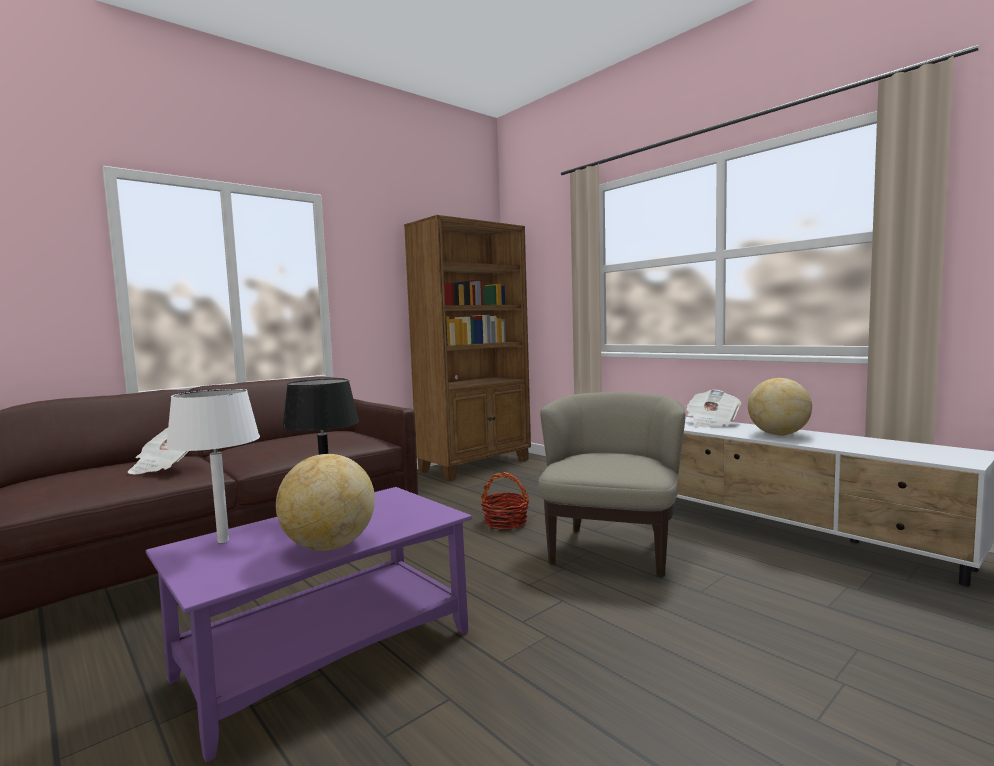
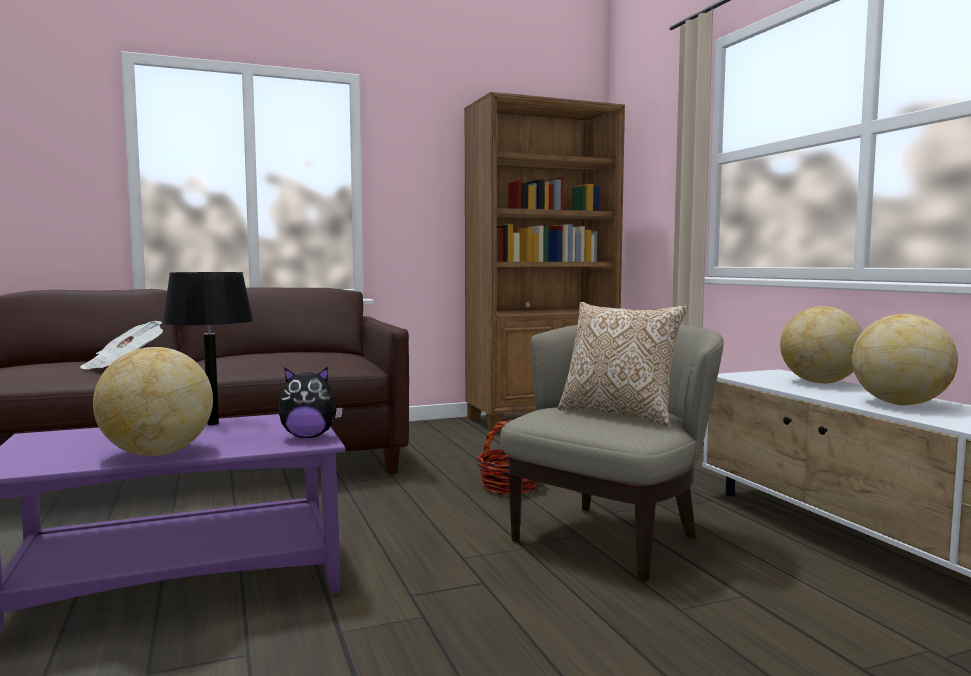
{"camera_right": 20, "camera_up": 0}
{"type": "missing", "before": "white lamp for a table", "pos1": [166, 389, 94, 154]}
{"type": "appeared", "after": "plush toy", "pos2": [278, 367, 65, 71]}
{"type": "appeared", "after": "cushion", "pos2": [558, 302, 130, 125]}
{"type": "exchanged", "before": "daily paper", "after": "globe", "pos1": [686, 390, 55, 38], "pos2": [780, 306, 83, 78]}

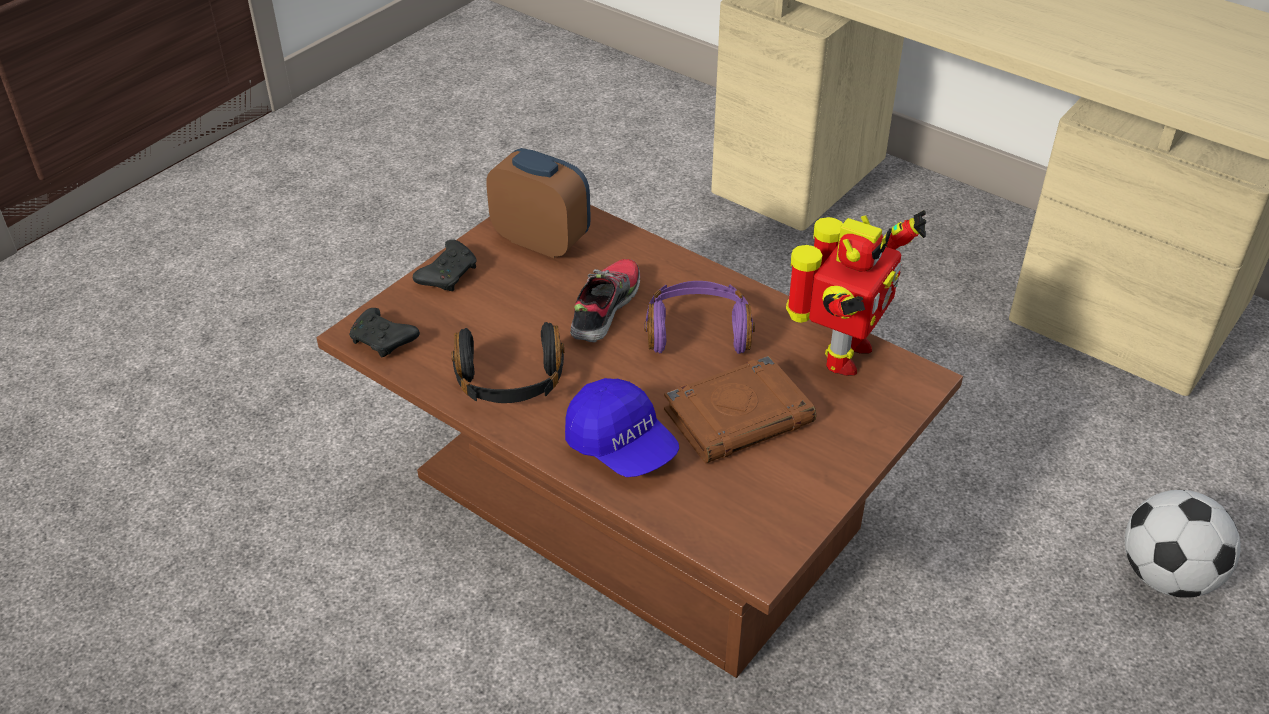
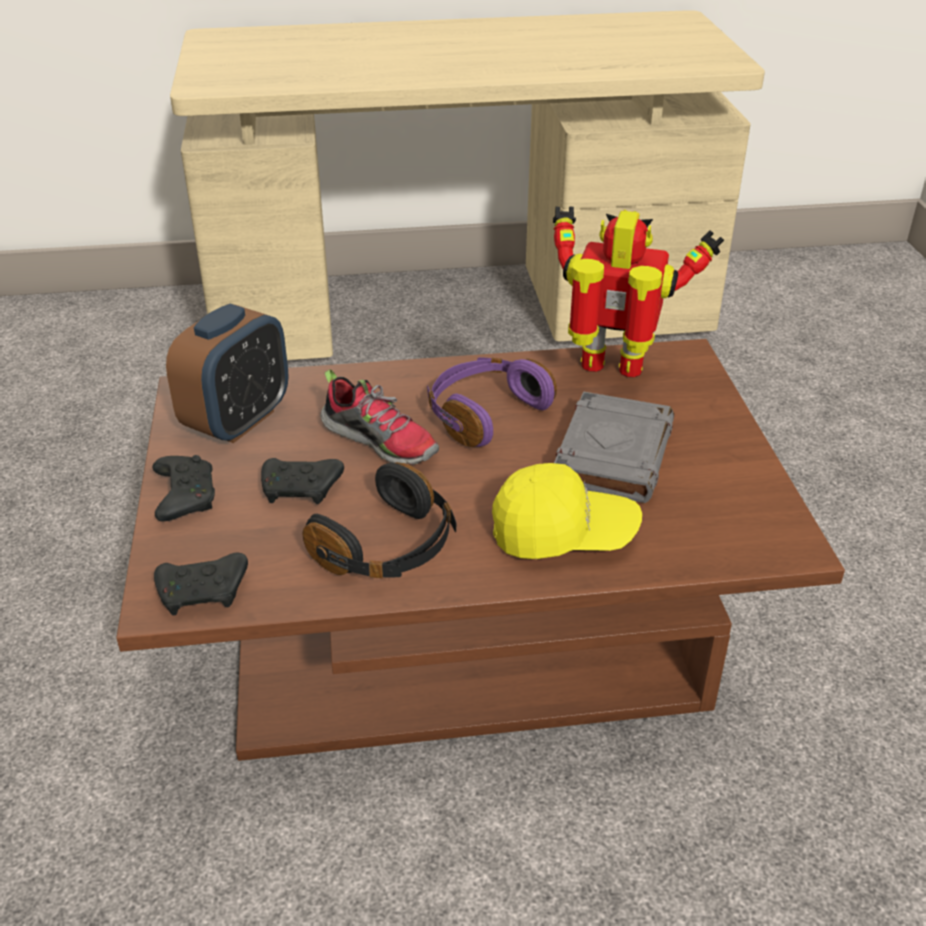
{"camera_right": -45, "camera_up": -5}
{"type": "missing", "before": "ball for football", "pos1": [1125, 490, 116, 108]}
{"type": "appeared", "after": "blackish gamepad", "pos2": [261, 458, 83, 46]}
{"type": "colour", "before": "bluish peaked cap", "after": "yellowish peaked cap", "pos1": [565, 378, 114, 99], "pos2": [492, 463, 150, 96]}
{"type": "colour", "before": "brown-coloured book", "after": "grey book", "pos1": [664, 355, 152, 108], "pos2": [554, 391, 120, 112]}
{"type": "spun", "before": "alarm clock", "pos1": [486, 148, 105, 110], "pos2": [166, 304, 123, 139], "turn": 135}
{"type": "spun", "before": "low shoe", "pos1": [570, 259, 70, 83], "pos2": [320, 369, 119, 96], "turn": 150}
{"type": "spun", "before": "toy robot", "pos1": [786, 210, 140, 166], "pos2": [553, 207, 171, 170], "turn": -60}

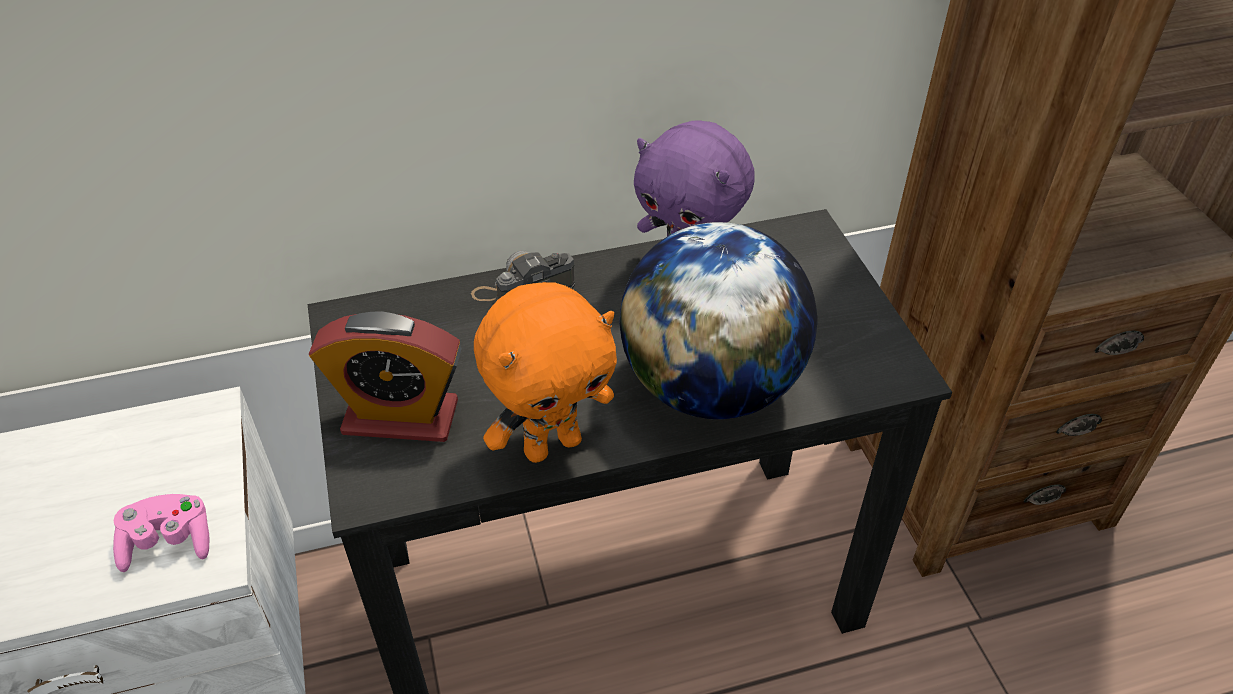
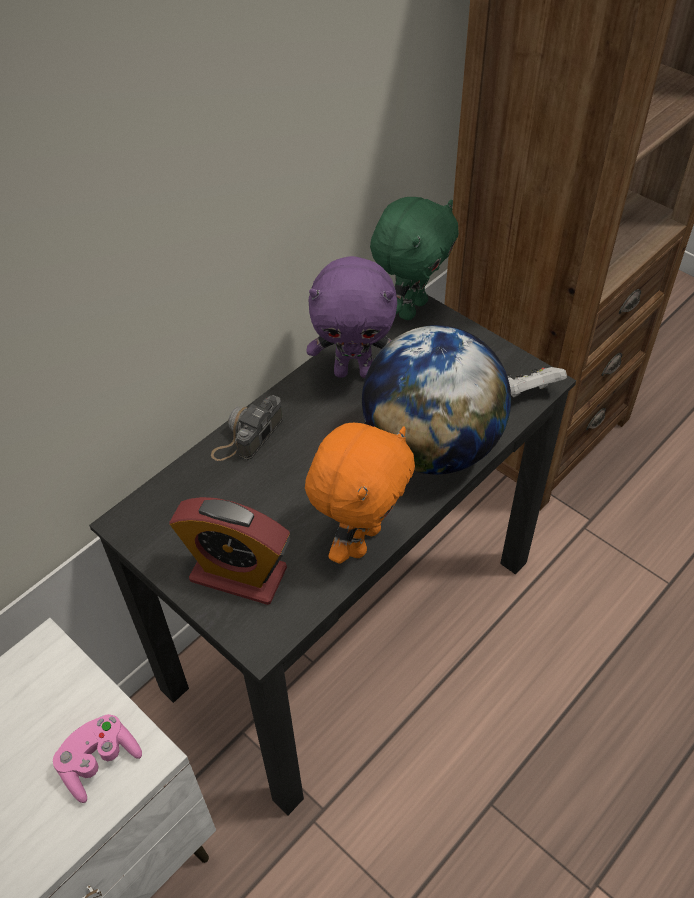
{"camera_right": -30, "camera_up": 5}
{"type": "appeared", "after": "greenish plush toy", "pos2": [370, 197, 89, 123]}
{"type": "appeared", "after": "white gamepad", "pos2": [507, 367, 60, 31]}
{"type": "spun", "before": "alarm clock", "pos1": [309, 311, 153, 131], "pos2": [169, 497, 121, 108], "turn": 45}

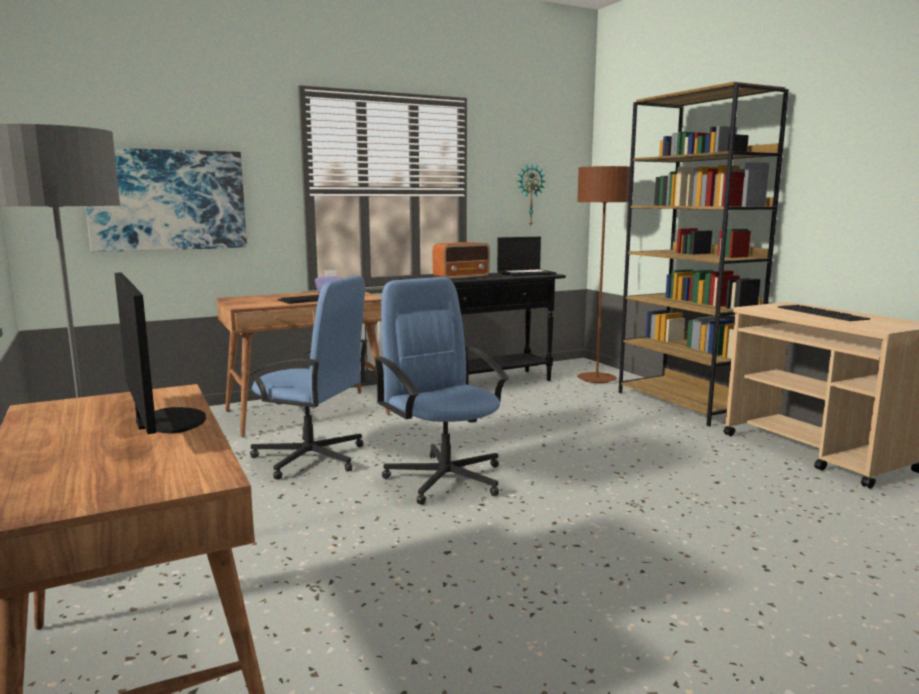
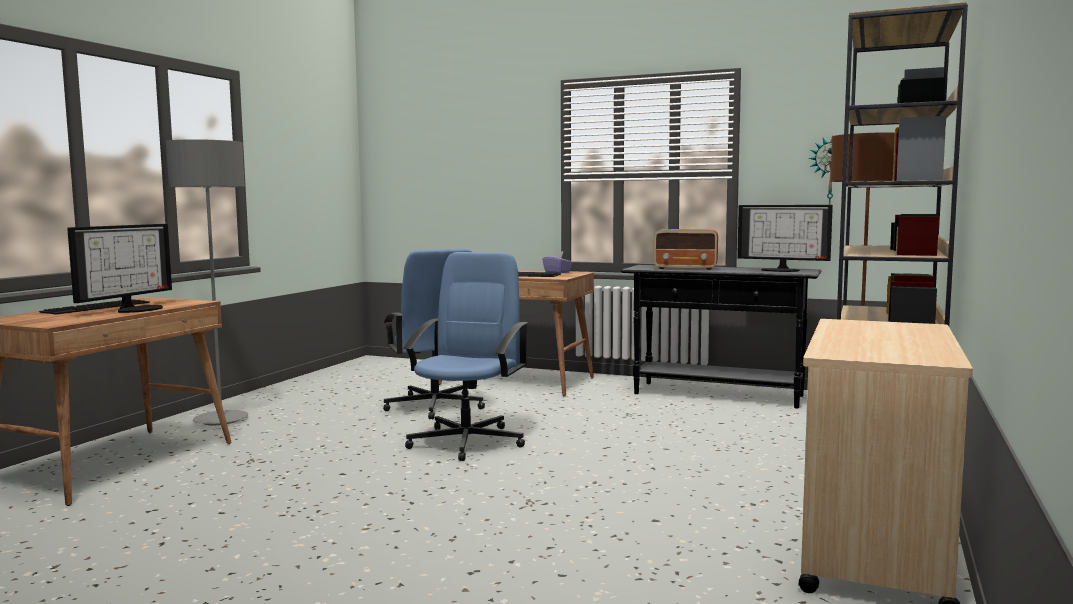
{"camera_right": 50, "camera_up": -5}
{"type": "missing", "before": "wall picture", "pos1": [85, 148, 162, 104]}
{"type": "relocated", "before": "PC keyboard", "pos1": [778, 305, 92, 16], "pos2": [39, 299, 111, 15]}
{"type": "exchanged", "before": "laptop", "after": "computer display", "pos1": [497, 237, 59, 39], "pos2": [737, 205, 96, 67]}

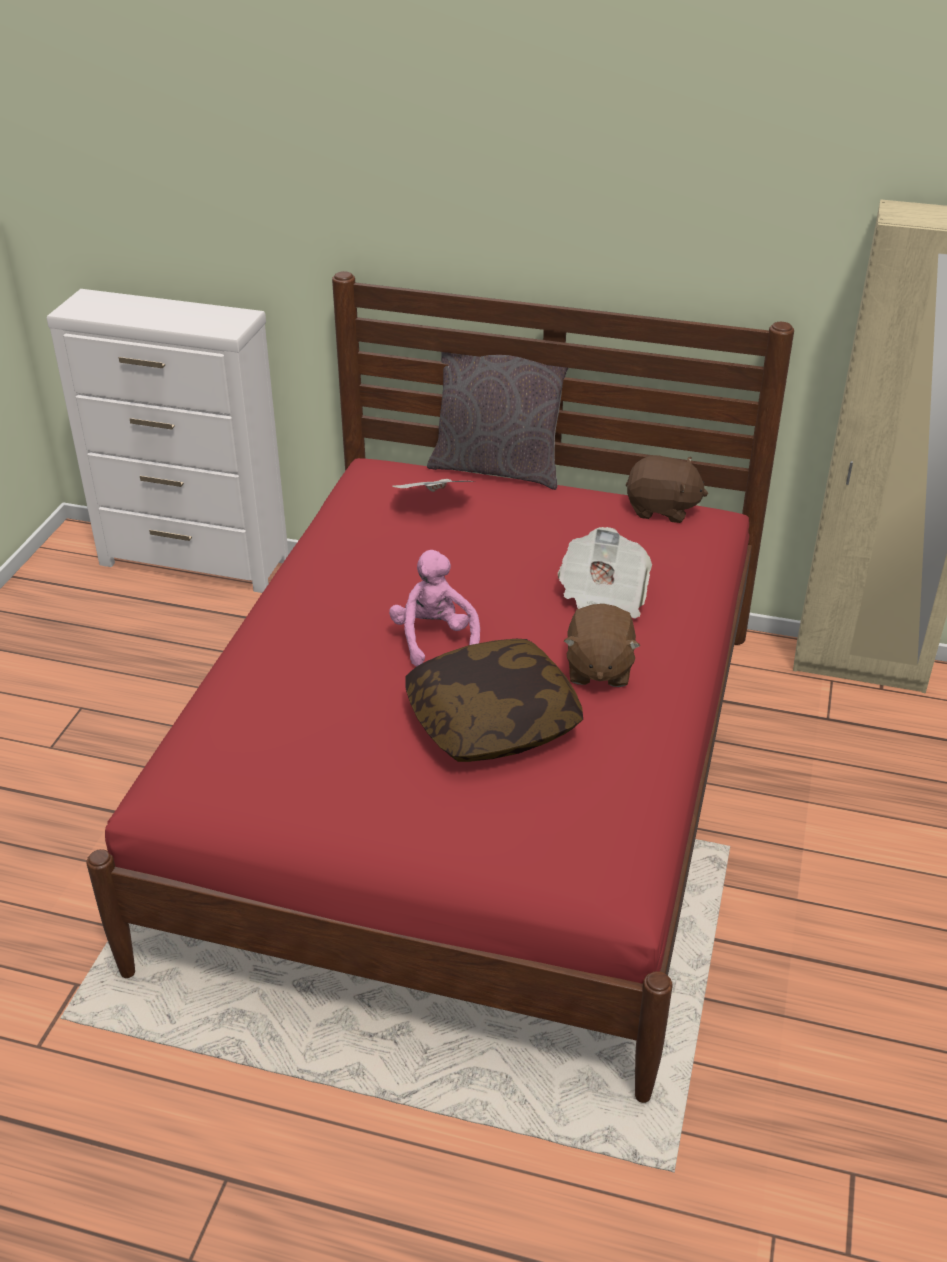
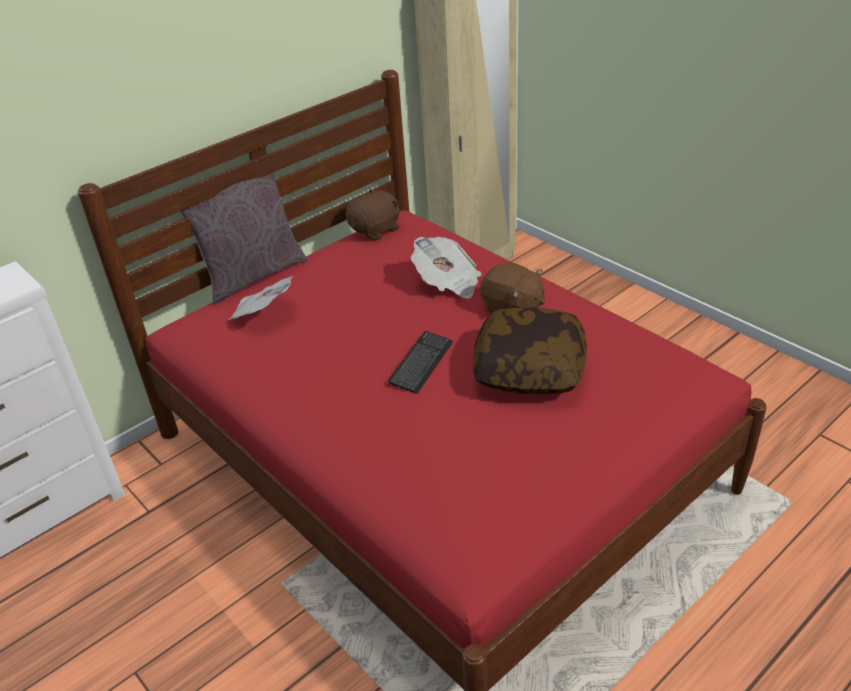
{"camera_right": -55, "camera_up": 0}
{"type": "exchanged", "before": "pinkish plush toy", "after": "PC keyboard", "pos1": [389, 550, 91, 116], "pos2": [388, 331, 65, 63]}

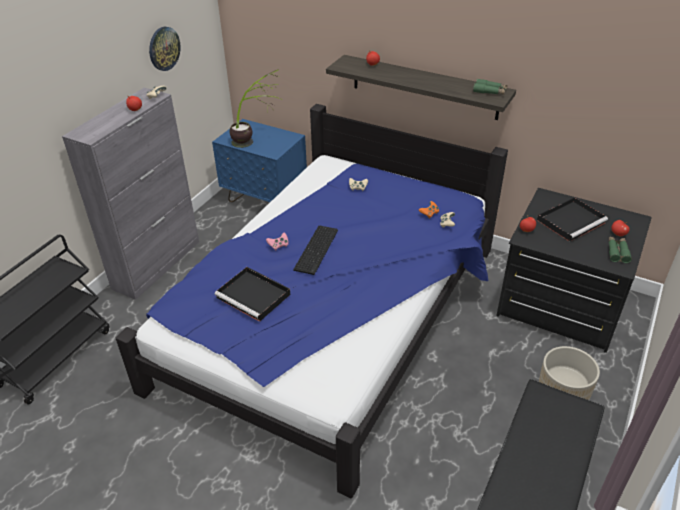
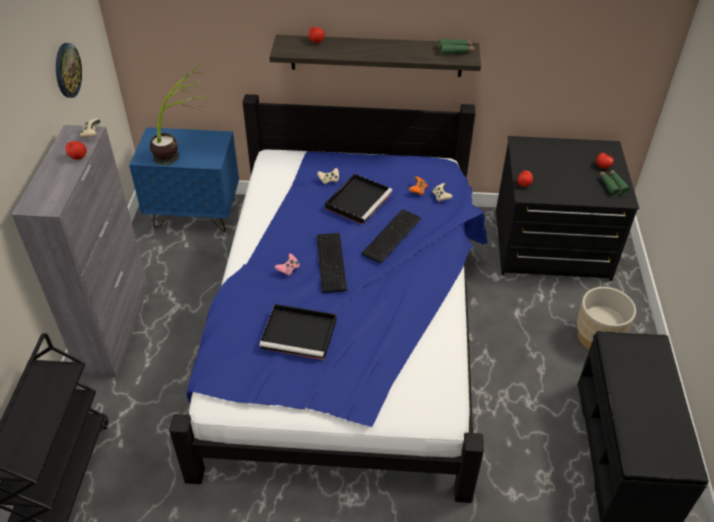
{"camera_right": -25, "camera_up": 5}
{"type": "appeared", "after": "PC keyboard", "pos2": [361, 210, 60, 53]}
{"type": "relocated", "before": "blackish tray", "pos1": [537, 197, 71, 45], "pos2": [325, 174, 67, 51]}

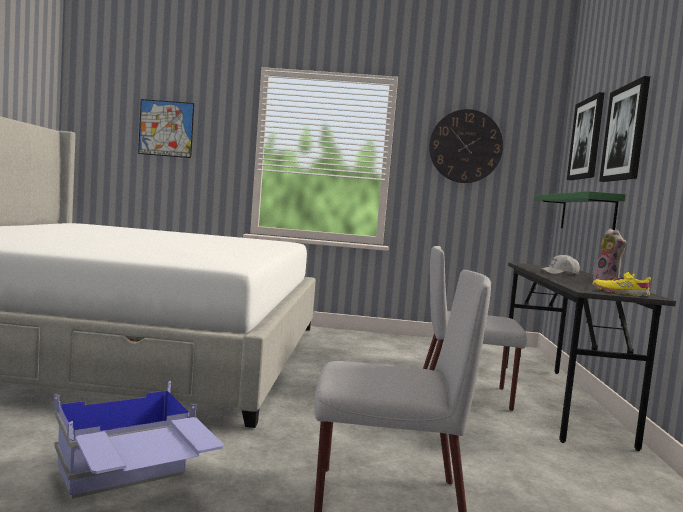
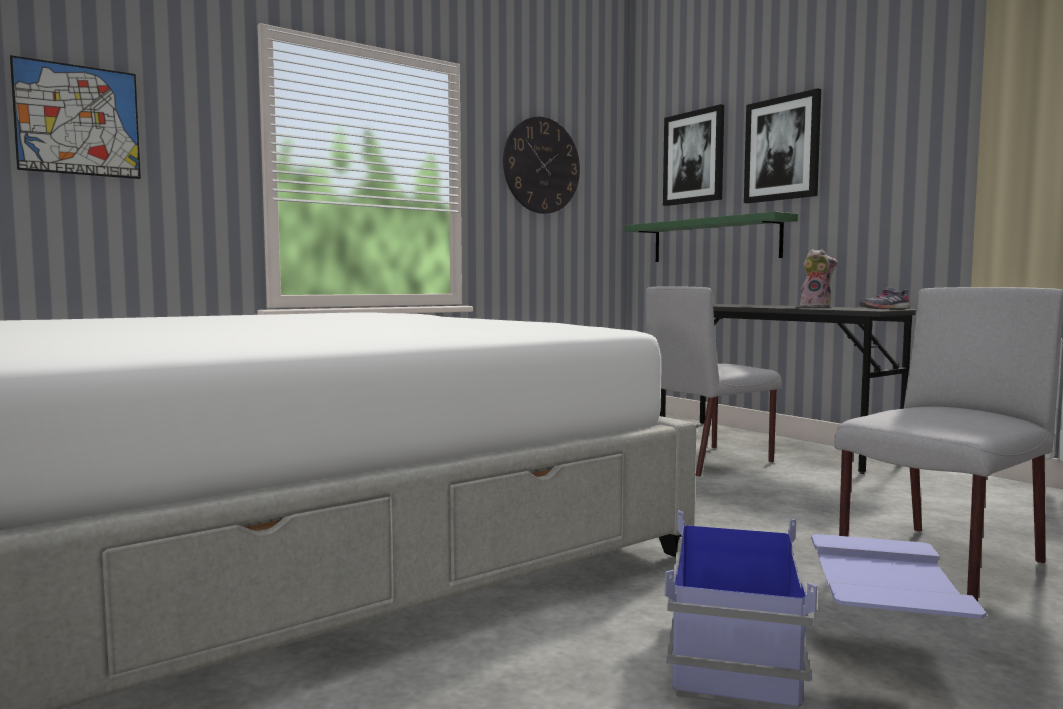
{"camera_right": -40, "camera_up": 0}
{"type": "missing", "before": "white peaked cap", "pos1": [539, 254, 41, 20]}
{"type": "colour", "before": "yellowish low shoe", "after": "grey low shoe", "pos1": [592, 272, 59, 24], "pos2": [860, 287, 50, 22]}

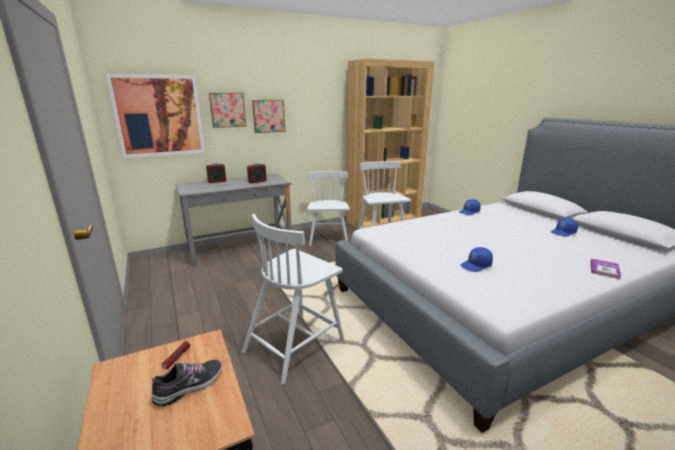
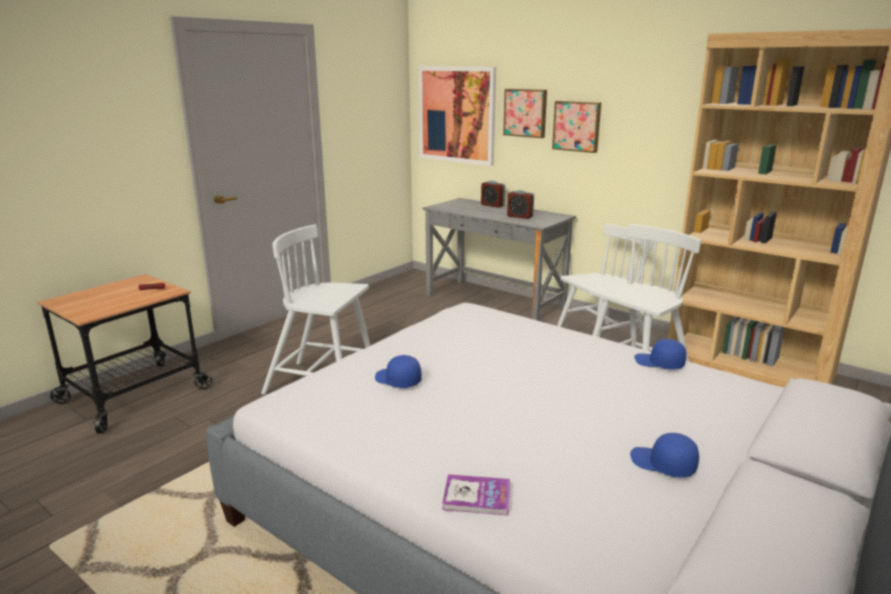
{"camera_right": 65, "camera_up": 0}
{"type": "missing", "before": "low shoe", "pos1": [151, 360, 71, 46]}

